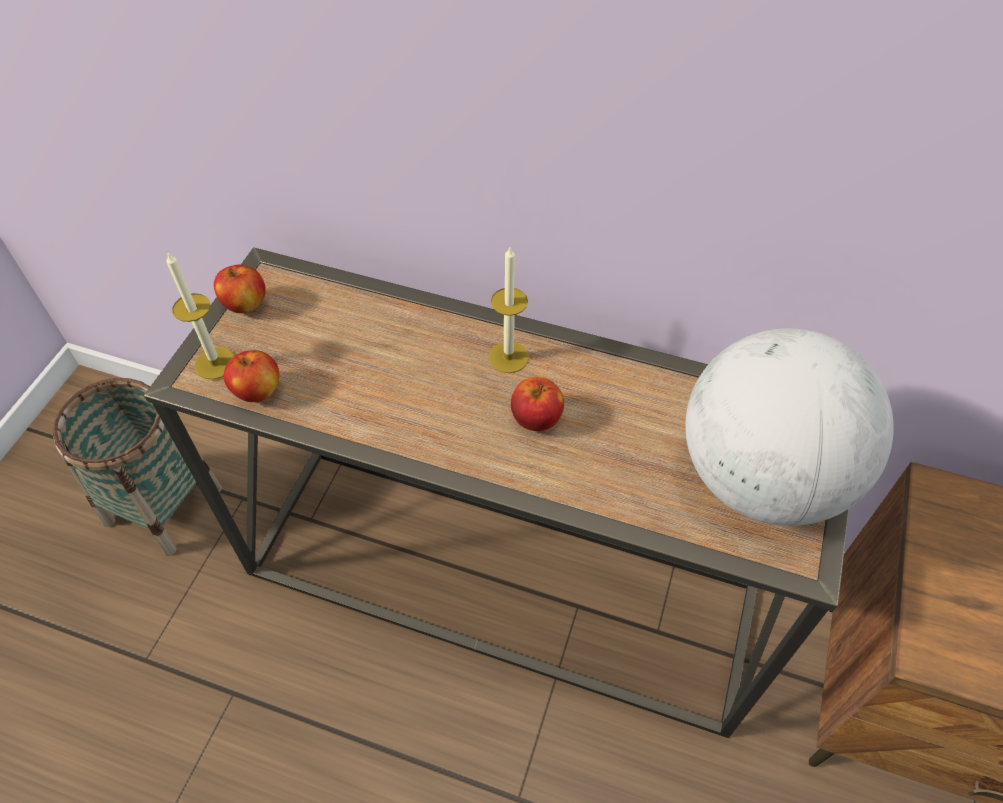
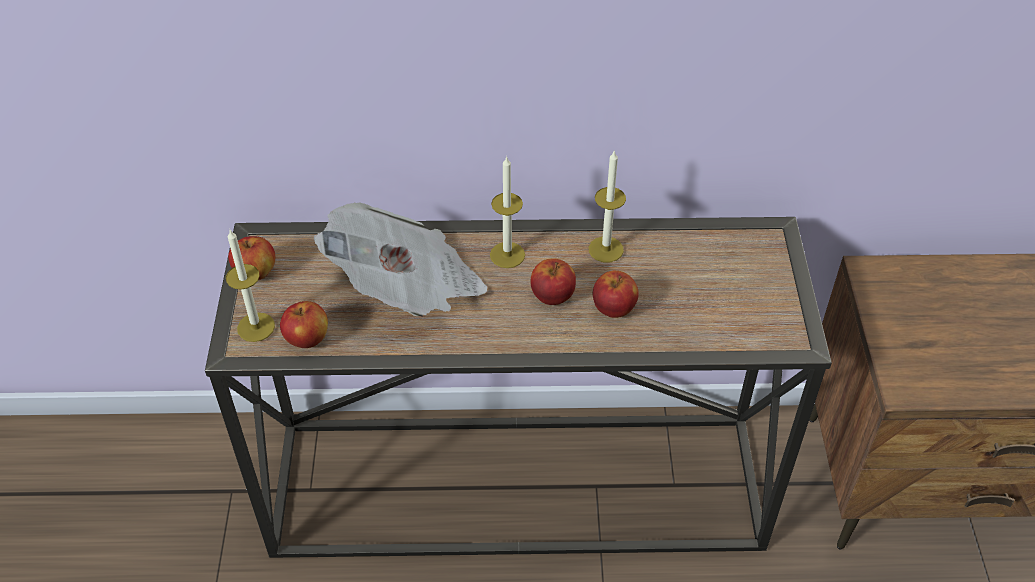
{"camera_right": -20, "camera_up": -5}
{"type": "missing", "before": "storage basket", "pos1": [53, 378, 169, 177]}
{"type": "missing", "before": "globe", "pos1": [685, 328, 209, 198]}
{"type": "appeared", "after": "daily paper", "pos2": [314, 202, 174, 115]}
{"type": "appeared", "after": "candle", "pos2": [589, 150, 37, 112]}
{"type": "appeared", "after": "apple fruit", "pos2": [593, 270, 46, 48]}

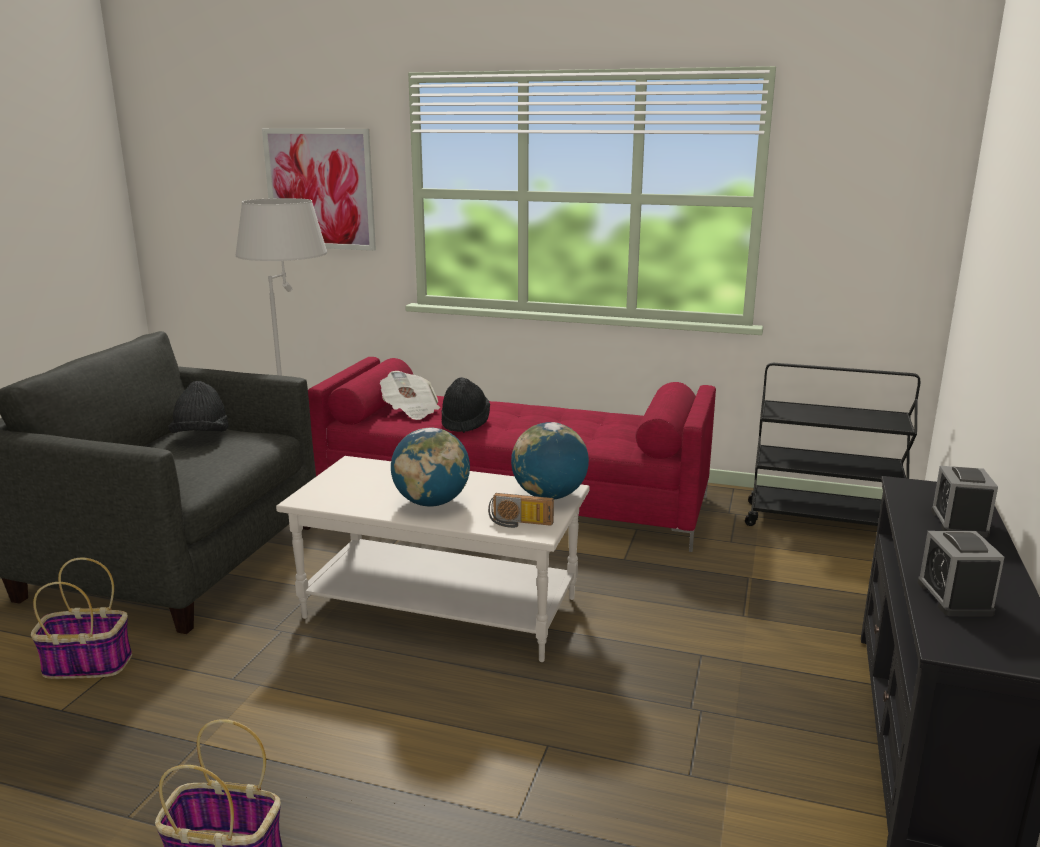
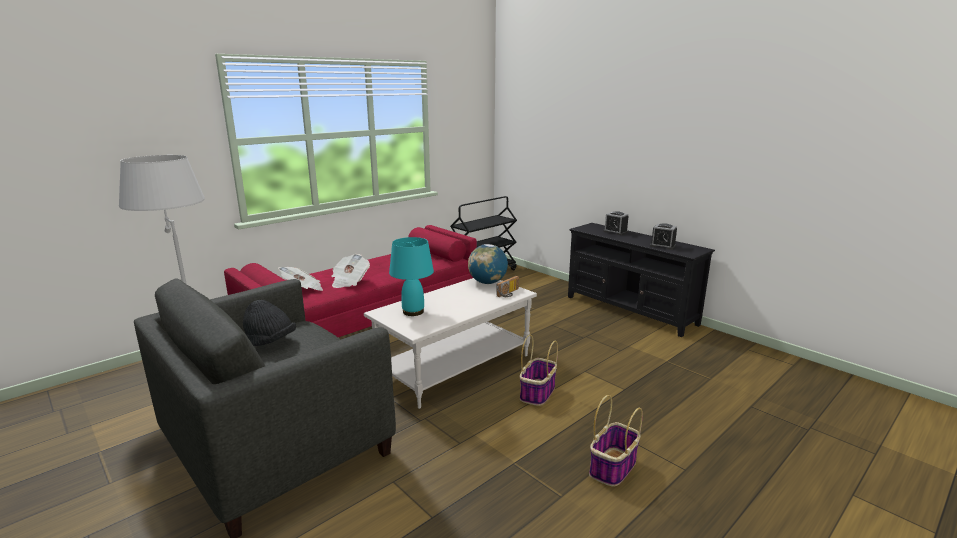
{"camera_right": -60, "camera_up": 0}
{"type": "missing", "before": "wall picture", "pos1": [262, 128, 114, 123]}
{"type": "missing", "before": "globe", "pos1": [391, 428, 79, 79]}
{"type": "appeared", "after": "turquoise-coloured lamp for a table", "pos2": [389, 237, 45, 79]}
{"type": "relocated", "before": "storage basket", "pos1": [31, 558, 101, 121], "pos2": [520, 335, 38, 71]}
{"type": "exchanged", "before": "blackish wearable hat", "after": "daily paper", "pos1": [441, 377, 49, 56], "pos2": [331, 254, 39, 34]}

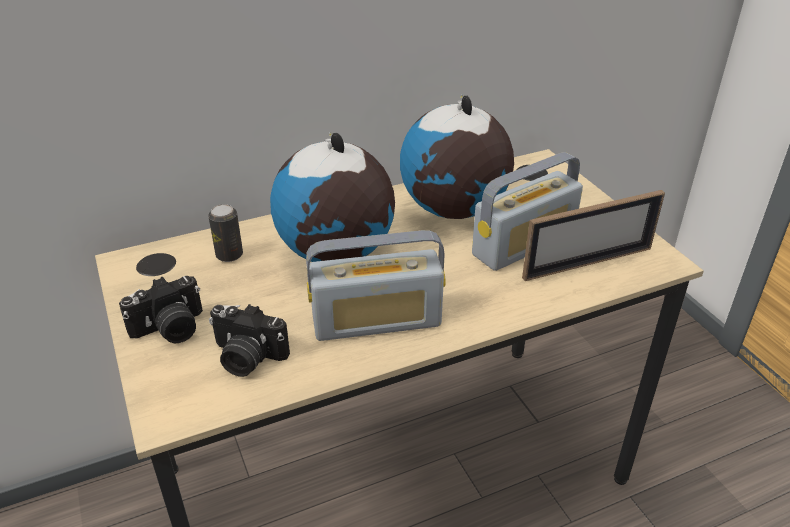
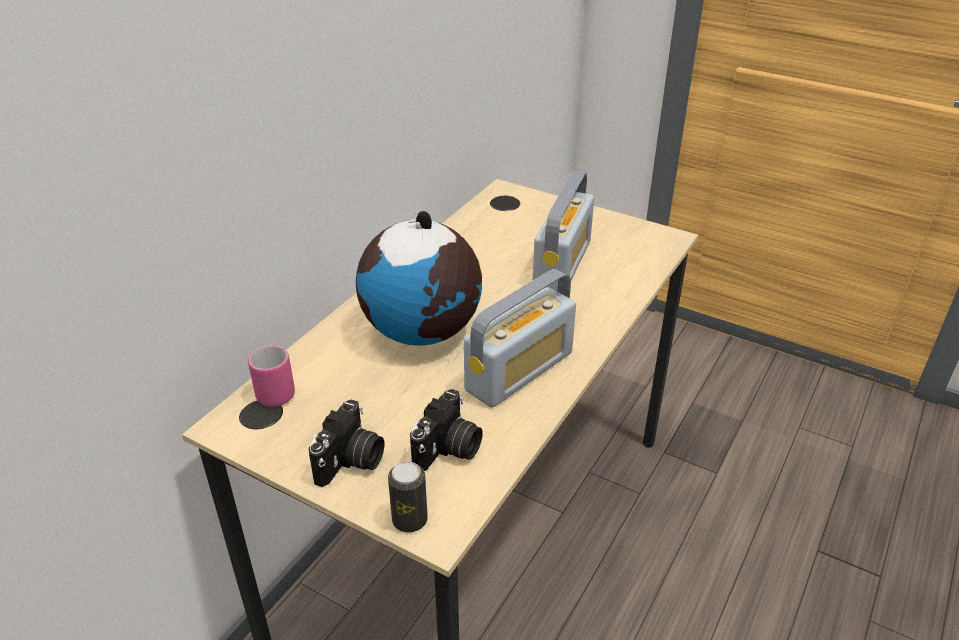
{"camera_right": -35, "camera_up": 0}
{"type": "missing", "before": "globe", "pos1": [400, 95, 114, 124]}
{"type": "missing", "before": "standing frame", "pos1": [522, 190, 143, 91]}
{"type": "appeared", "after": "pinkish tea mug", "pos2": [248, 344, 47, 63]}
{"type": "relocated", "before": "metal can", "pos1": [208, 204, 35, 58], "pos2": [388, 461, 40, 71]}
{"type": "spun", "before": "photo camera", "pos1": [209, 304, 81, 73], "pos2": [410, 389, 73, 82], "turn": -45}

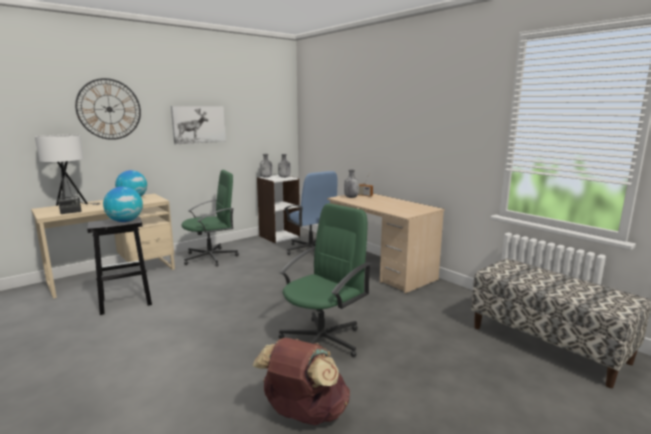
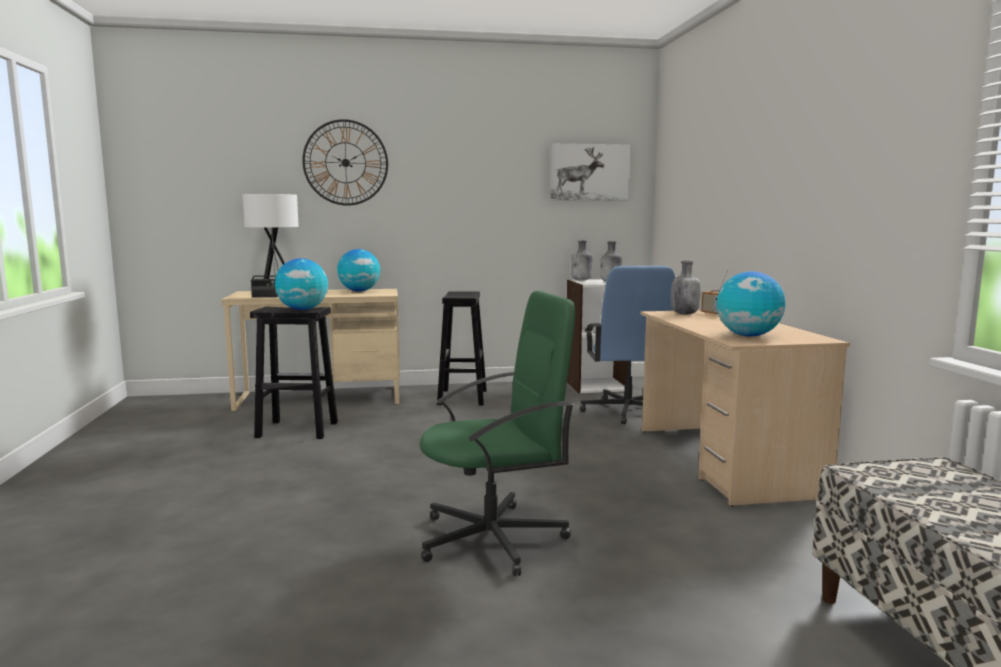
{"camera_right": 30, "camera_up": -5}
{"type": "missing", "before": "brown-coloured backpack", "pos1": [253, 338, 97, 87]}
{"type": "appeared", "after": "globe", "pos2": [717, 272, 69, 65]}
{"type": "relocated", "before": "wall picture", "pos1": [171, 106, 55, 38], "pos2": [550, 143, 81, 57]}
{"type": "exchanged", "before": "greenish computer chair", "after": "blackish stool seat", "pos1": [181, 170, 58, 97], "pos2": [437, 291, 50, 114]}

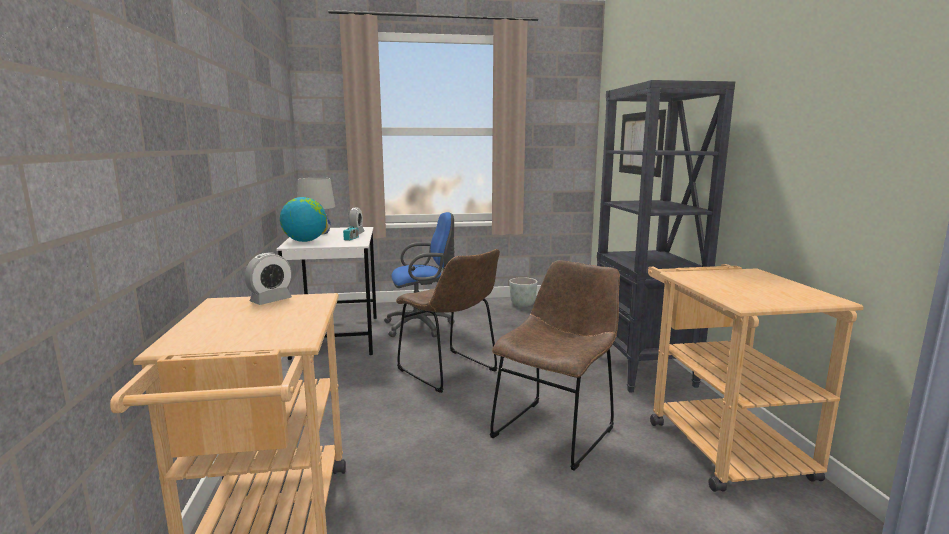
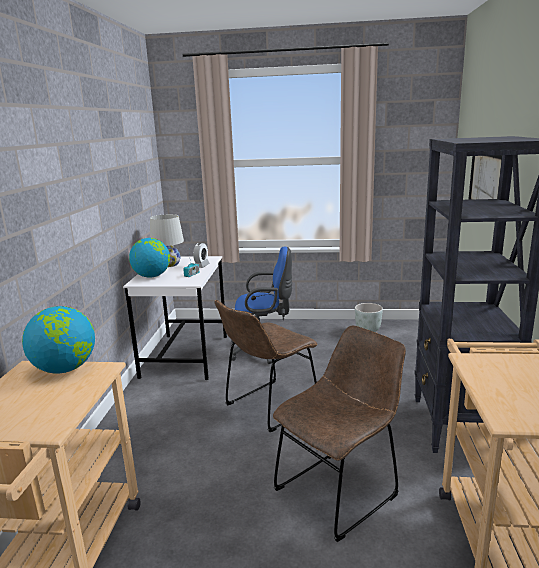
{"camera_right": 15, "camera_up": 5}
{"type": "exchanged", "before": "alarm clock", "after": "globe", "pos1": [245, 252, 47, 53], "pos2": [22, 306, 73, 68]}
{"type": "spun", "before": "brown-coloured chair", "pos1": [396, 249, 104, 144], "pos2": [215, 300, 102, 132], "turn": 75}

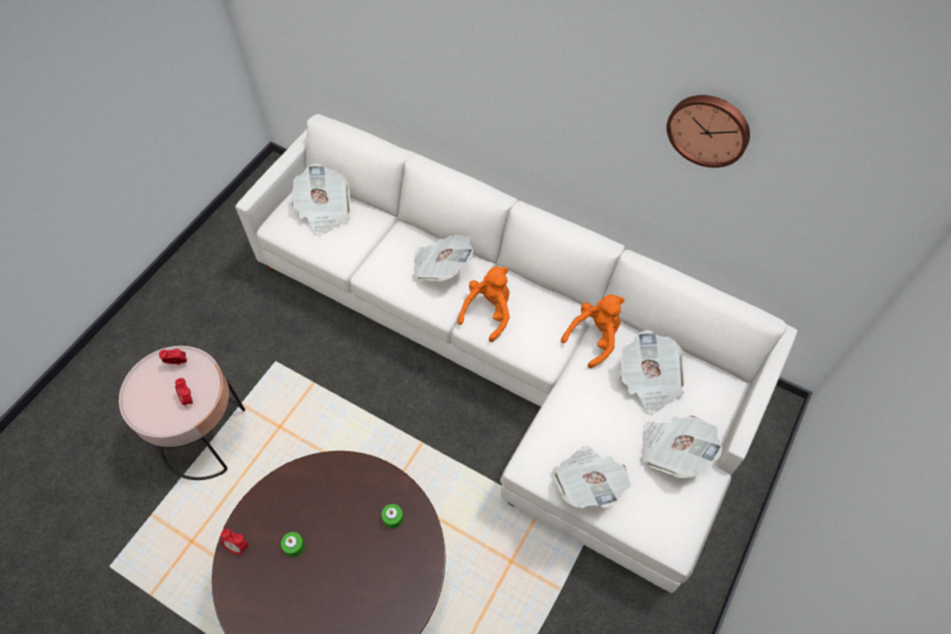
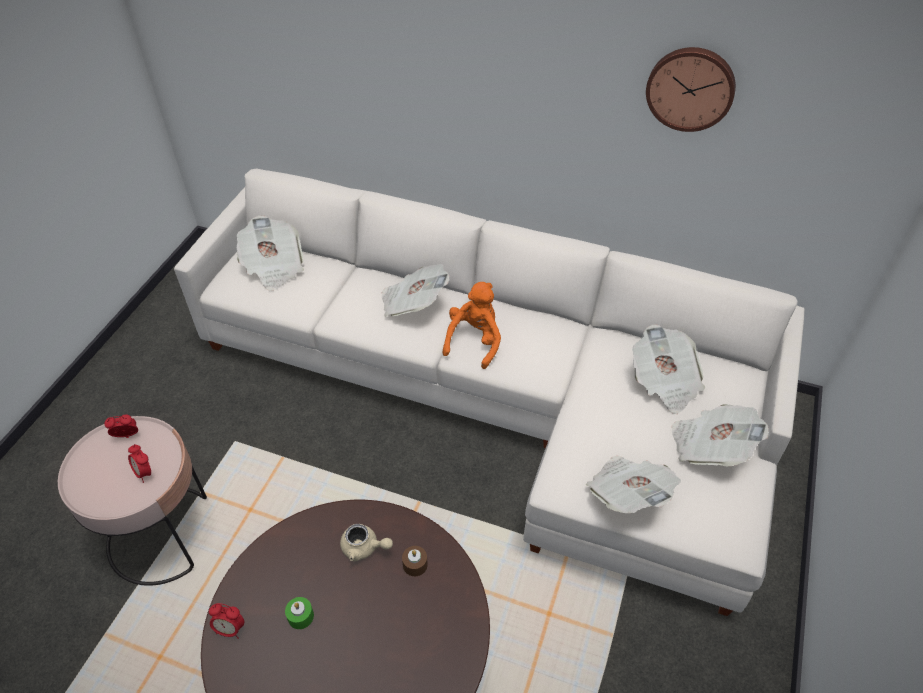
{"camera_right": -10, "camera_up": -10}
{"type": "missing", "before": "orange plush toy", "pos1": [561, 295, 64, 73]}
{"type": "appeared", "after": "sand-coloured teapot", "pos2": [340, 524, 53, 38]}
{"type": "colour", "before": "greenish candle", "after": "brown-coloured candle", "pos1": [381, 504, 22, 25], "pos2": [402, 546, 26, 30]}

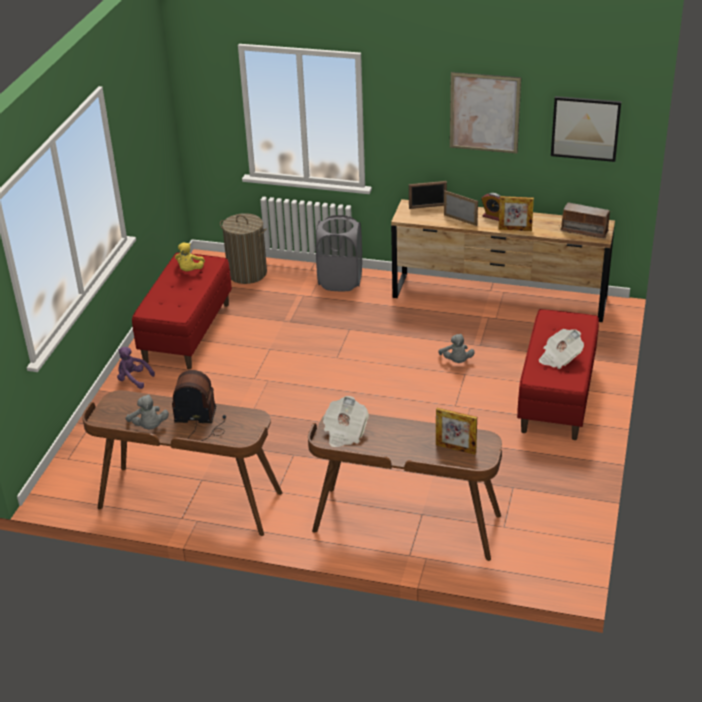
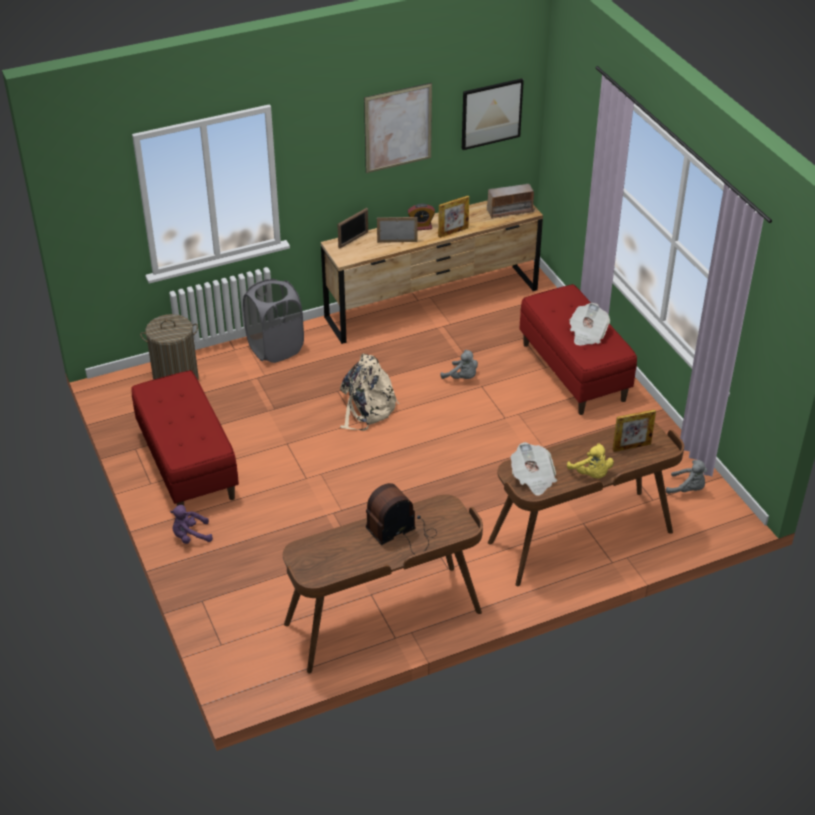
{"camera_right": -40, "camera_up": 5}
{"type": "appeared", "after": "sand-coloured backpack", "pos2": [340, 354, 59, 77]}
{"type": "relocated", "before": "grey plush toy", "pos1": [126, 394, 43, 35], "pos2": [666, 460, 41, 34]}
{"type": "relocated", "before": "yellowish plush toy", "pos1": [175, 242, 30, 29], "pos2": [567, 443, 47, 36]}

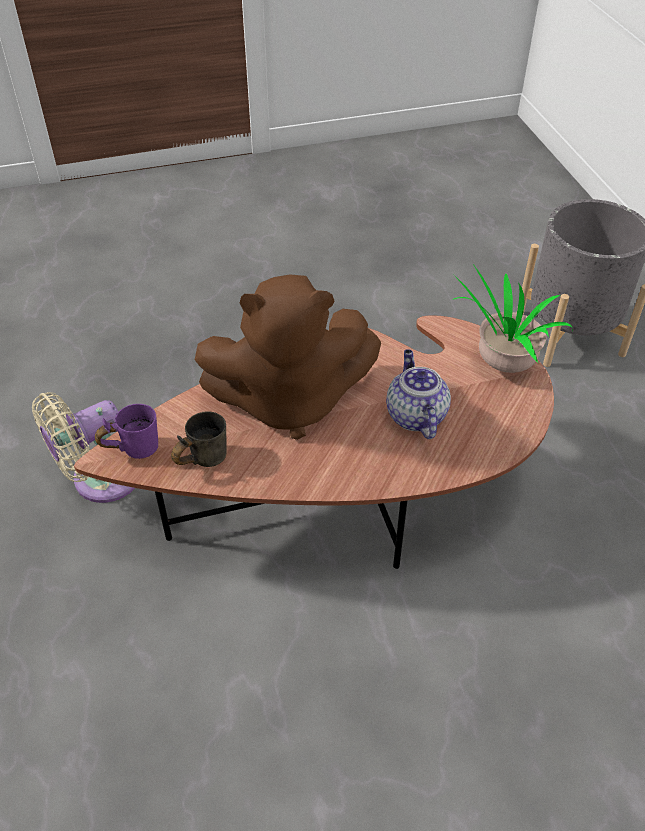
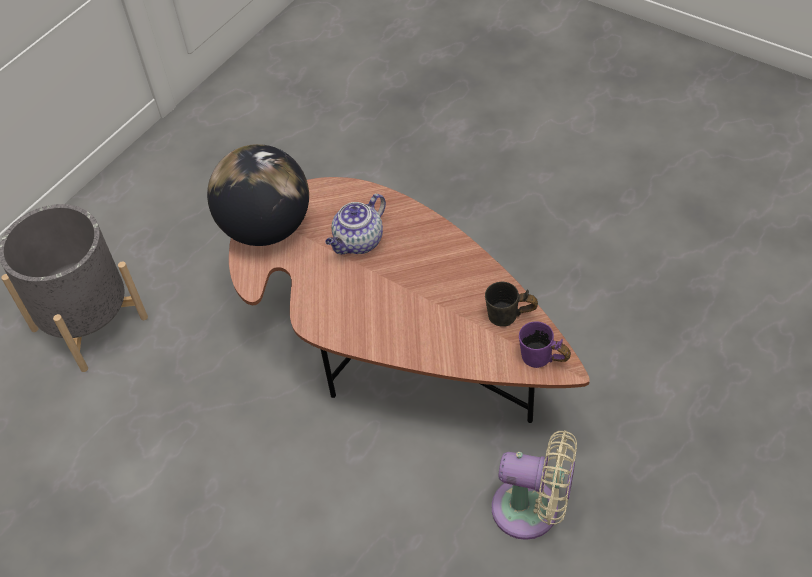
{"camera_right": -125, "camera_up": 5}
{"type": "missing", "before": "brown-coloured plush toy", "pos1": [195, 274, 186, 166]}
{"type": "exchanged", "before": "potted plant", "after": "globe", "pos1": [452, 264, 121, 109], "pos2": [207, 144, 102, 102]}

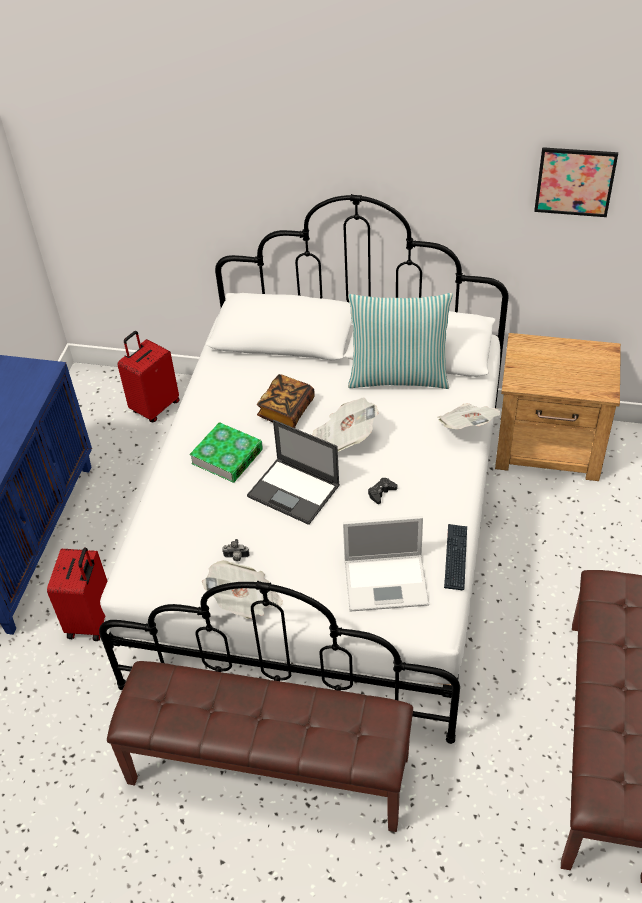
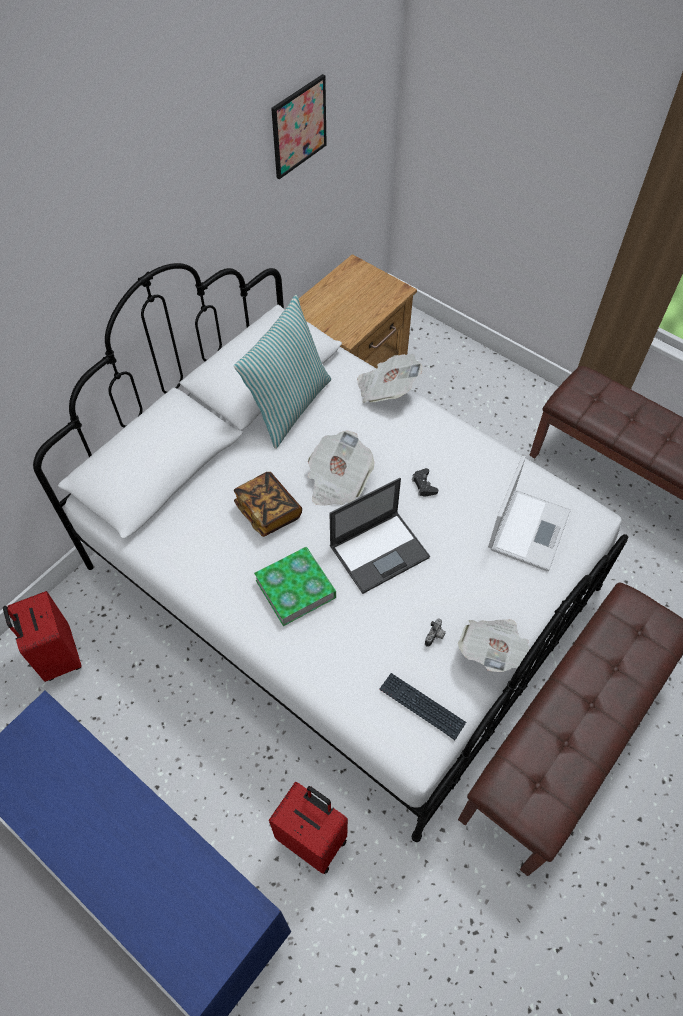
{"camera_right": -65, "camera_up": 10}
{"type": "relocated", "before": "PC keyboard", "pos1": [444, 524, 23, 66], "pos2": [379, 673, 87, 67]}

